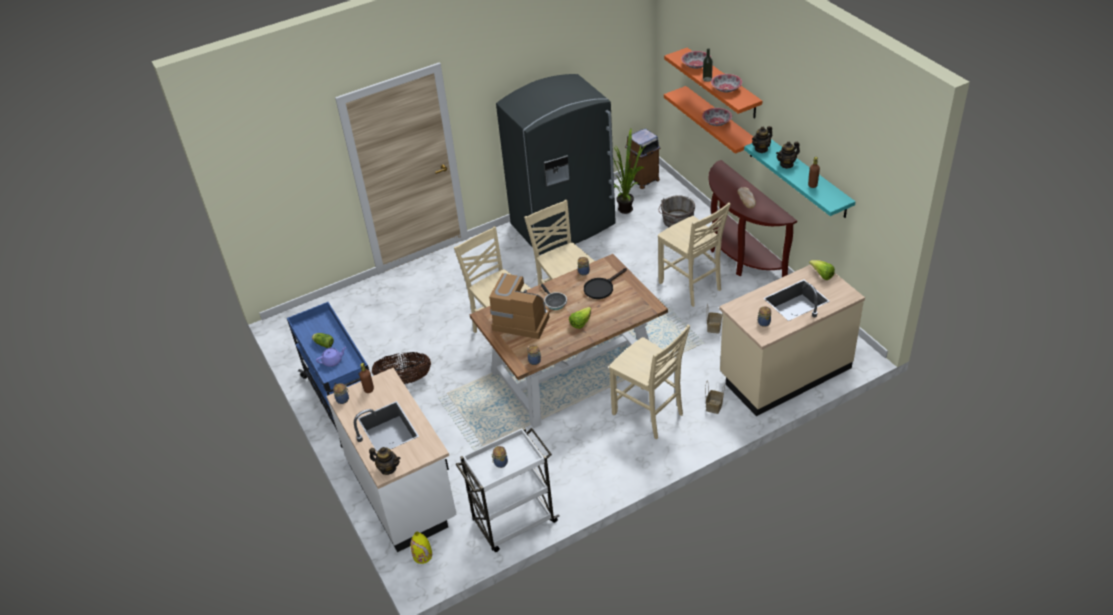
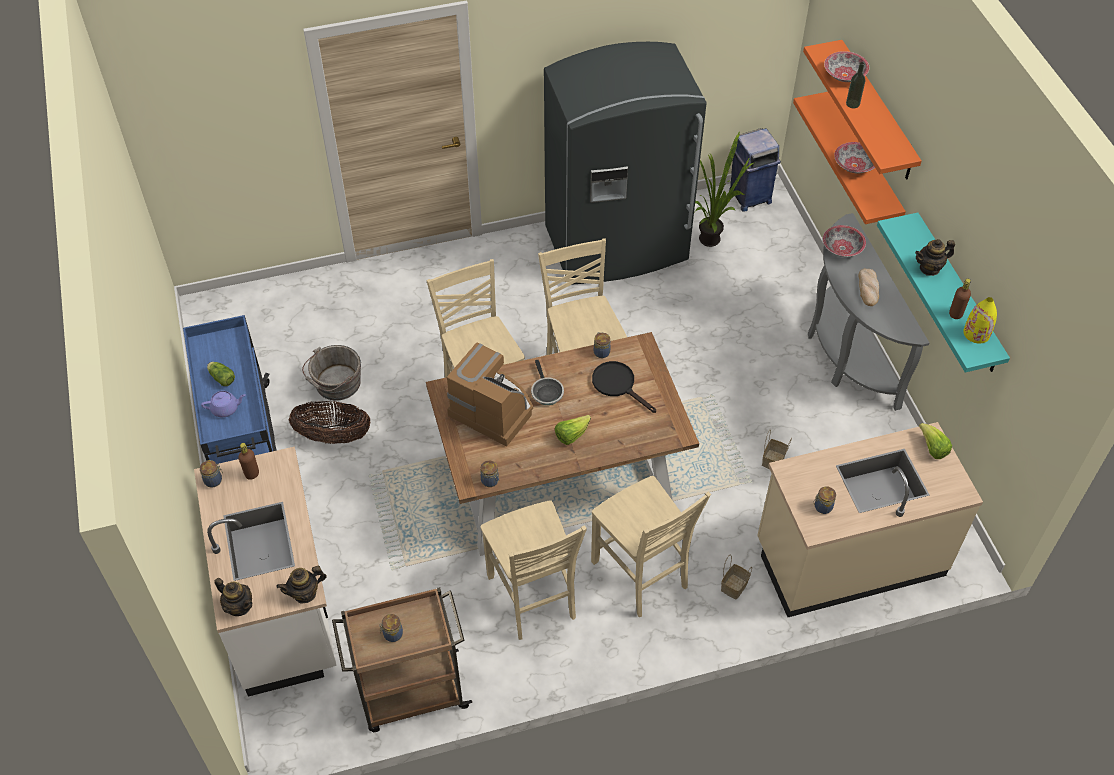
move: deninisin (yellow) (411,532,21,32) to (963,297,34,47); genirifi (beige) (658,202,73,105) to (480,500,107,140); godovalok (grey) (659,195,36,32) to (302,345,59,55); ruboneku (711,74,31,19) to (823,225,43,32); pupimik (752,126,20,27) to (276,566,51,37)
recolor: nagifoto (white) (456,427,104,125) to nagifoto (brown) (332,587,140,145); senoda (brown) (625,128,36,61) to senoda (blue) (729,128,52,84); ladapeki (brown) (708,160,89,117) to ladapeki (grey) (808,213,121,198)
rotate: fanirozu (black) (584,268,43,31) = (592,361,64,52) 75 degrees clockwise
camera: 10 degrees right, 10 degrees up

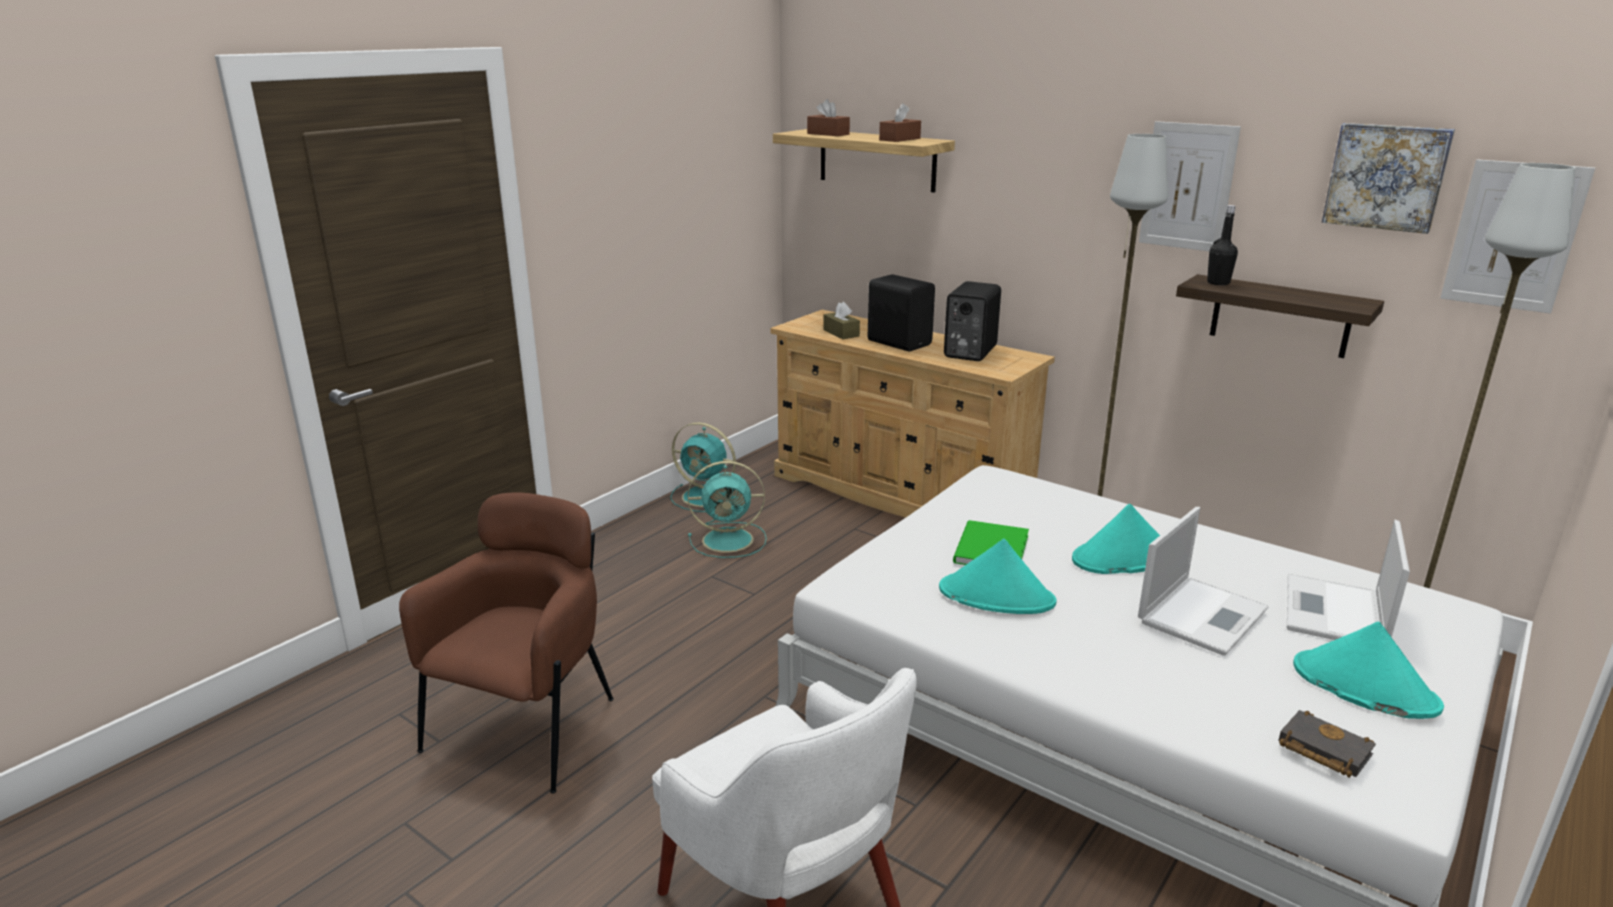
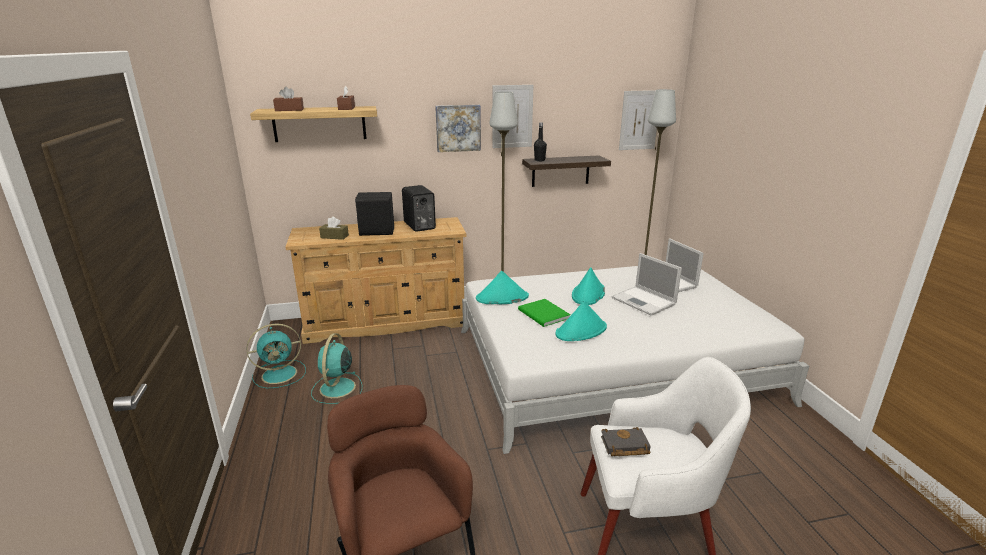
move: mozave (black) (1278,710,98,68) to (601,427,50,29); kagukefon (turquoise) (1293,622,151,97) to (476,271,53,33); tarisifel (1322,123,133,111) to (435,105,46,47)
rotate: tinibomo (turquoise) (688,461,79,97) = (311,333,51,71) 150 degrees clockwise; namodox (1138,507,131,149) = (611,253,71,63) 150 degrees clockwise
camera: 50 degrees left, 0 degrees up

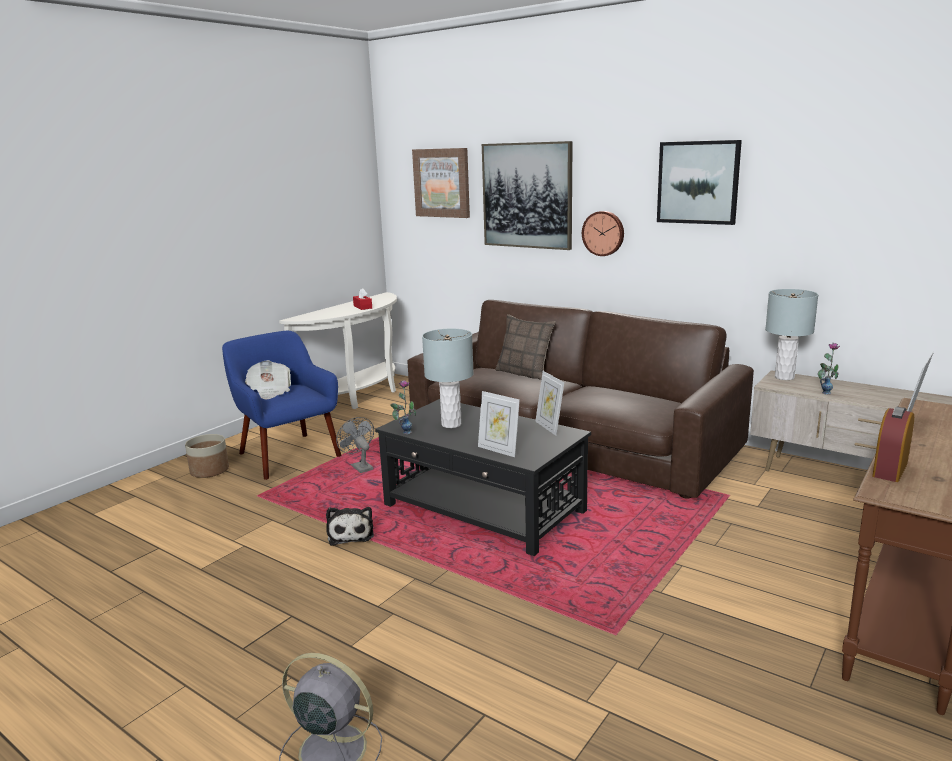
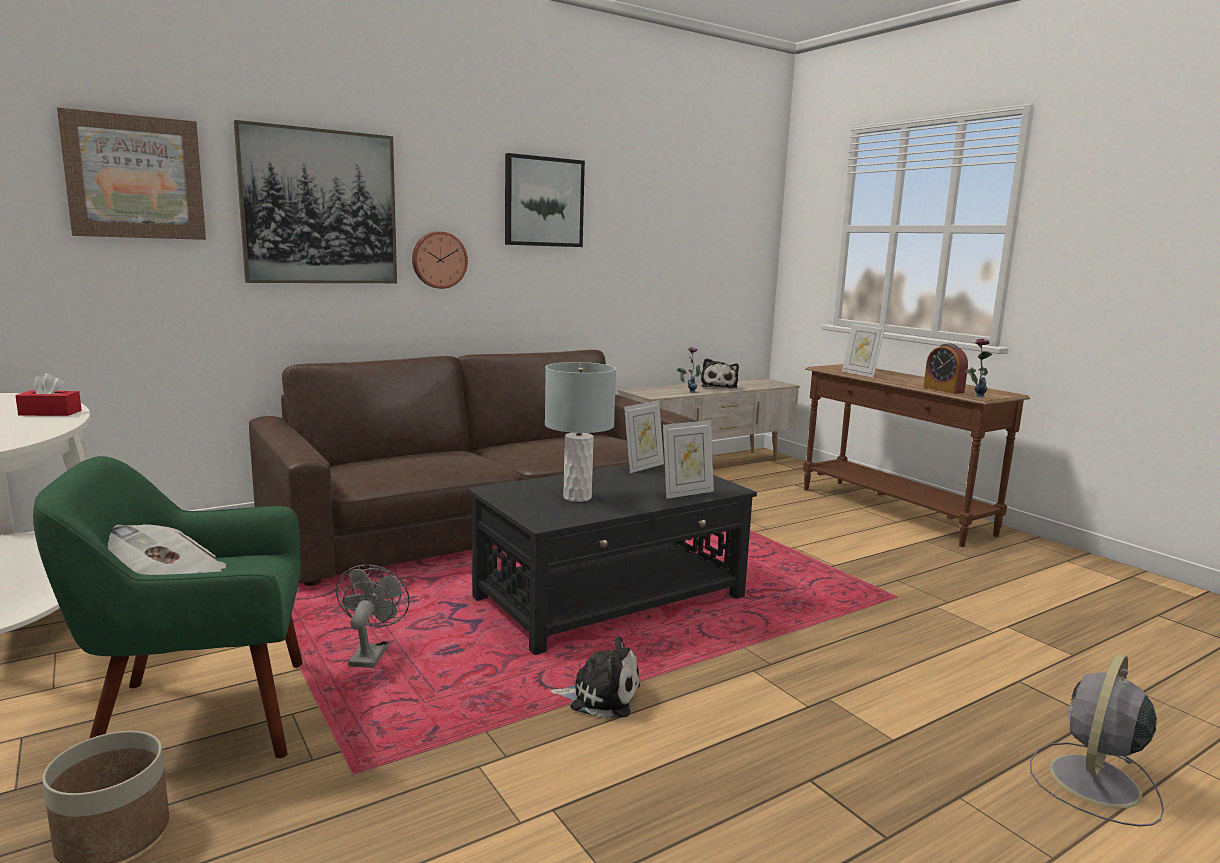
delete: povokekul (495,314,61,66); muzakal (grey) (765,289,53,91)
insert: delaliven (701,358,38,30)
move: deninisin (390,380,26,54) to (965,339,27,58)
recolor: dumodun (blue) (222,331,119,149) to dumodun (green) (33,456,270,302)
rotate: tinibomo (grey) (336,417,38,56) = (336,564,74,104) 105 degrees clockwise; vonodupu (535,371,29,65) = (624,401,40,72) 45 degrees counterclockwise
camera: 70 degrees left, 5 degrees down

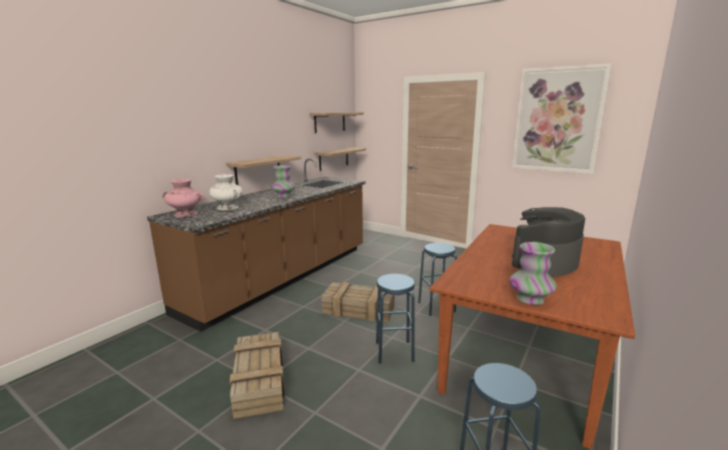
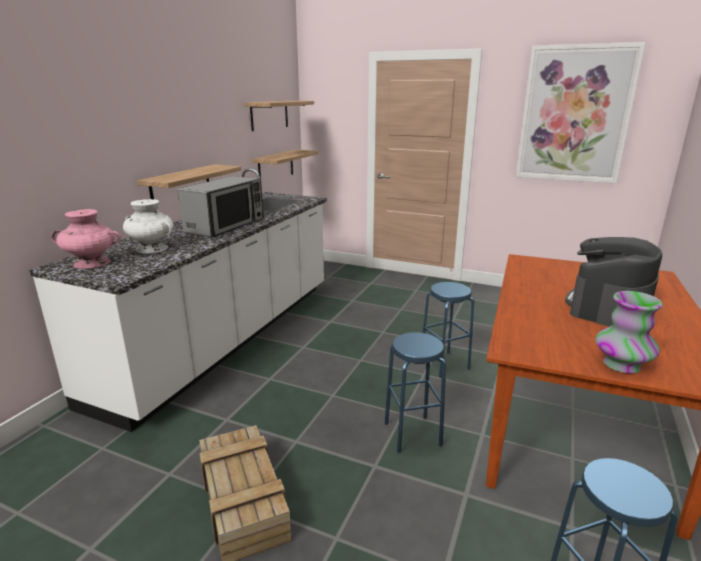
delete: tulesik (321,282,74,40)
replace: deninisin (272,165,23,33) to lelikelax (178,176,86,61)
recolor: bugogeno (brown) (147,158,218,174) to bugogeno (white) (30,168,297,264)
camera: 10 degrees left, 5 degrees up

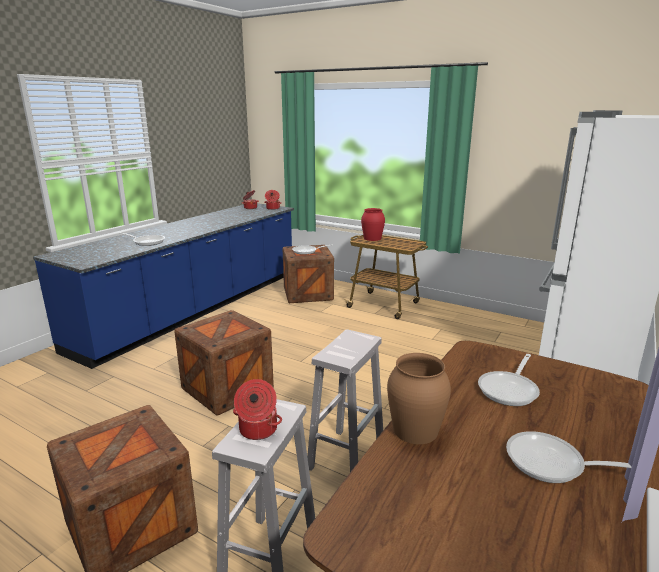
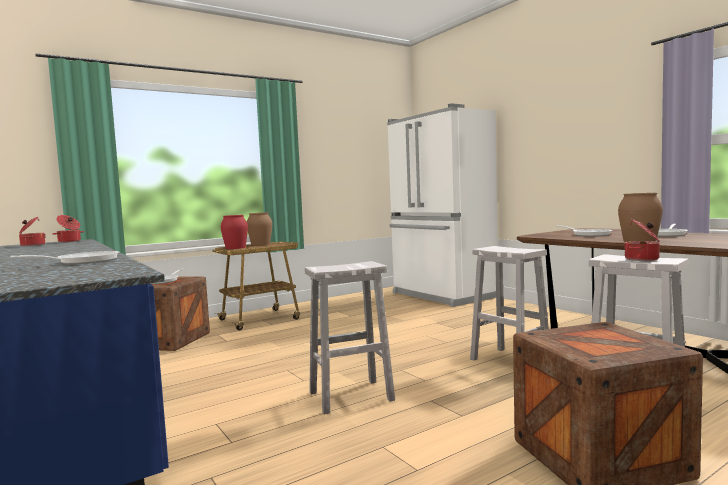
insert: deninisin (brown) (247,213,25,32)
replace: tulesik (174,310,100,105) to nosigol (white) (305,261,90,153)
camera: 65 degrees left, 15 degrees down

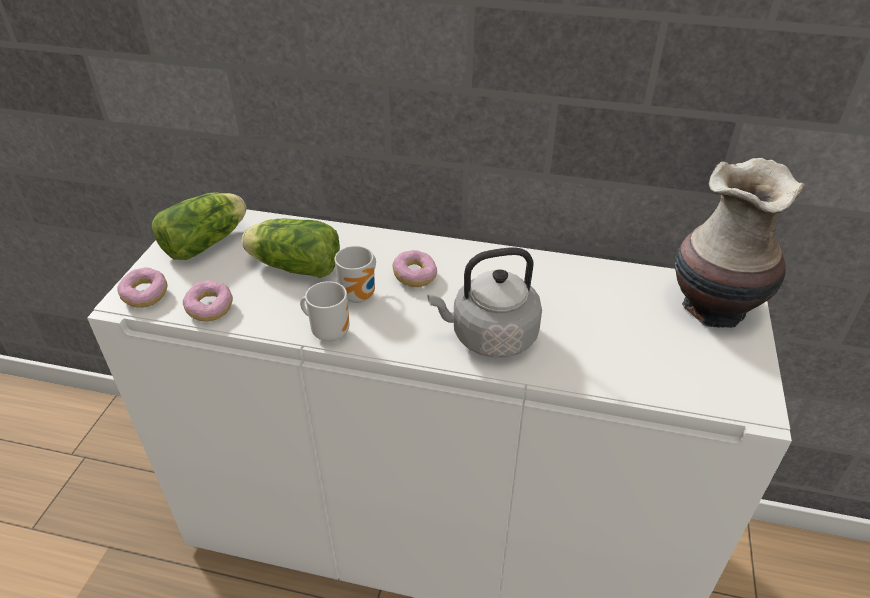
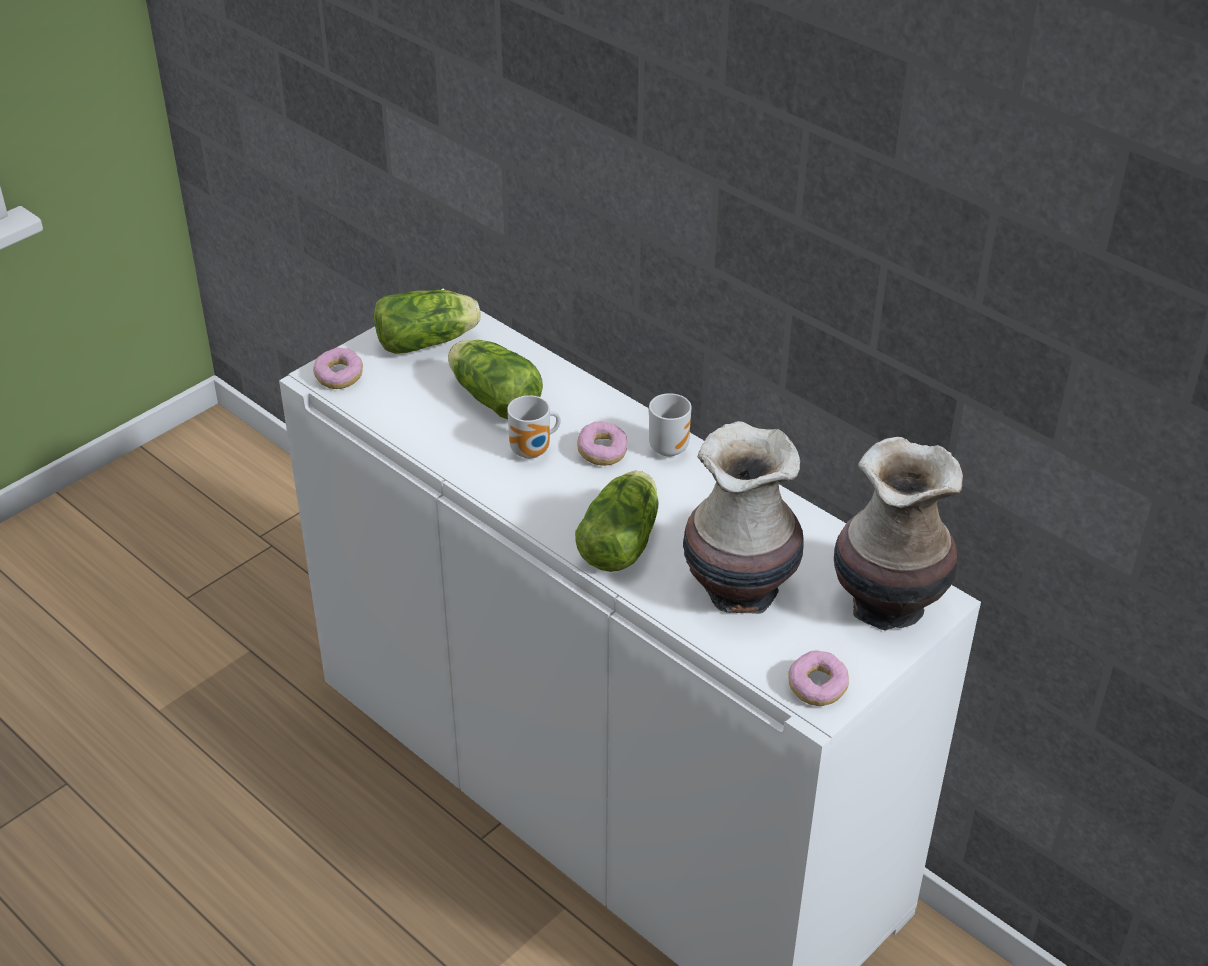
insert: deninisin (683,421,120,193)
move: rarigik (183,280,50,42) to (788,650,61,56); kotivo (300,281,49,61) to (648,393,43,64)
replace: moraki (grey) (427,247,115,111) to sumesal (575,471,84,101)
camera: 30 degrees right, 0 degrees up

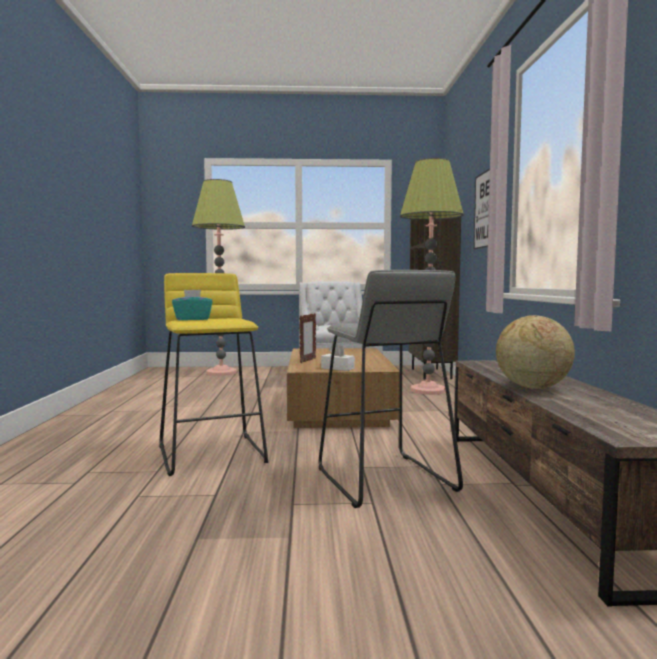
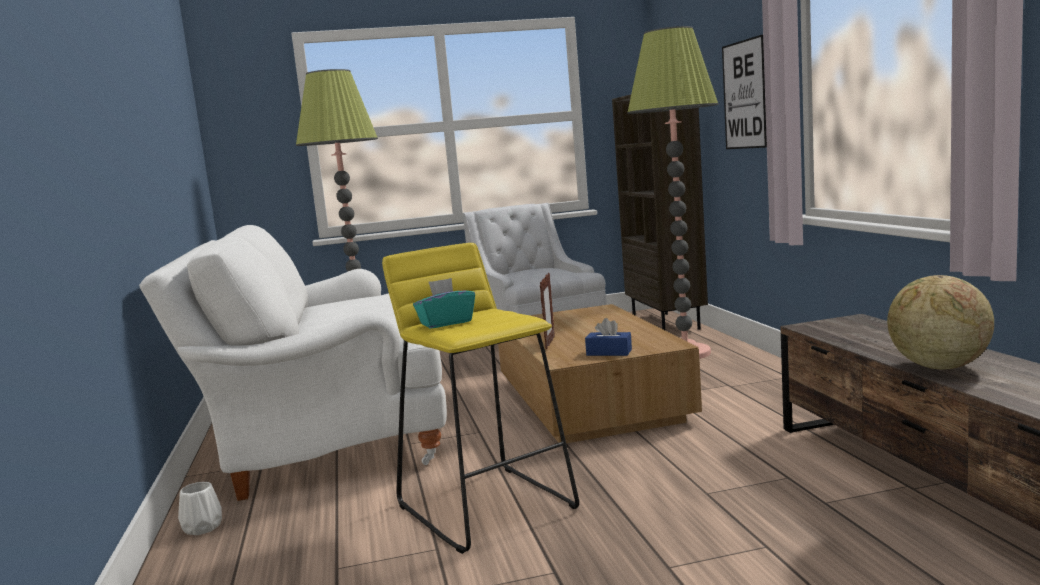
delete: nosigol (grey) (319,270,144,238)
insert: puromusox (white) (139,225,308,276); deninisin (white) (178,482,44,53)
recolor: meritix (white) (321,343,34,28) to meritix (blue) (585,318,47,38)
camera: 10 degrees left, 5 degrees up

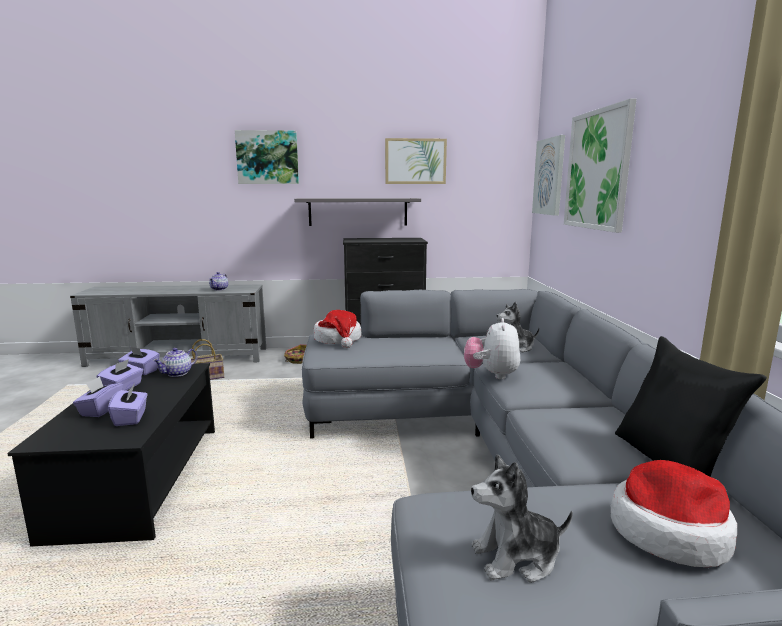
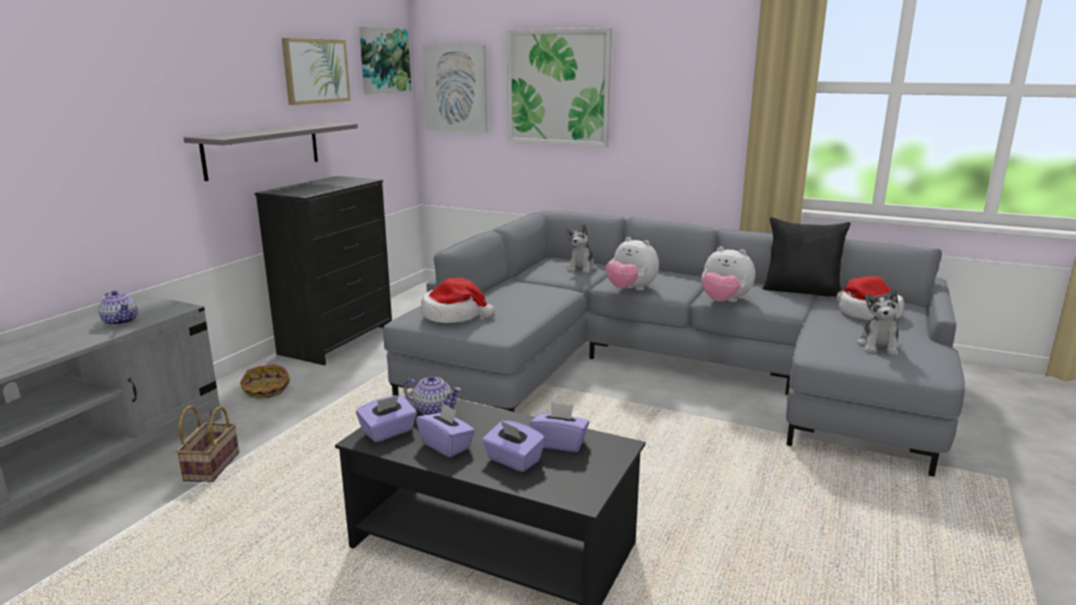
insert: delaliven (701,246,54,56)
move: tarisifel (235,130,64,54) to (359,26,52,68)
rotate: pupimik (153,348,44,29) = (404,375,57,40) 45 degrees counterclockwise
camera: 60 degrees left, 5 degrees up

